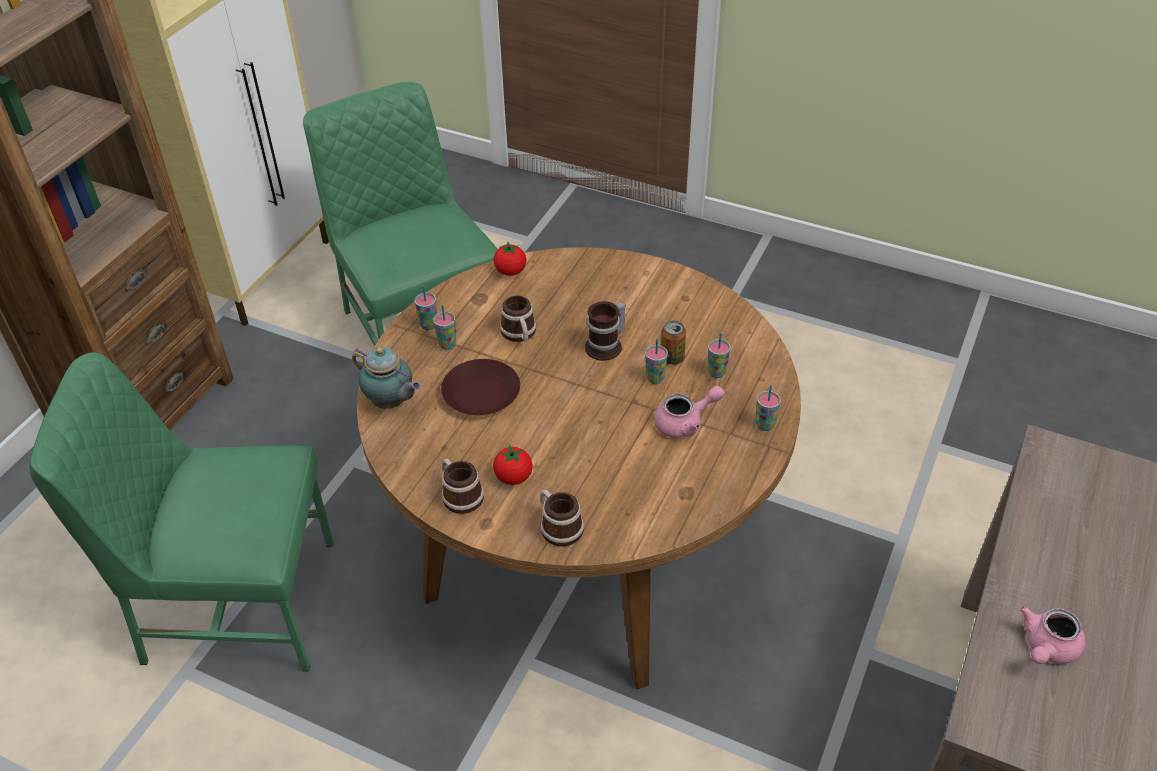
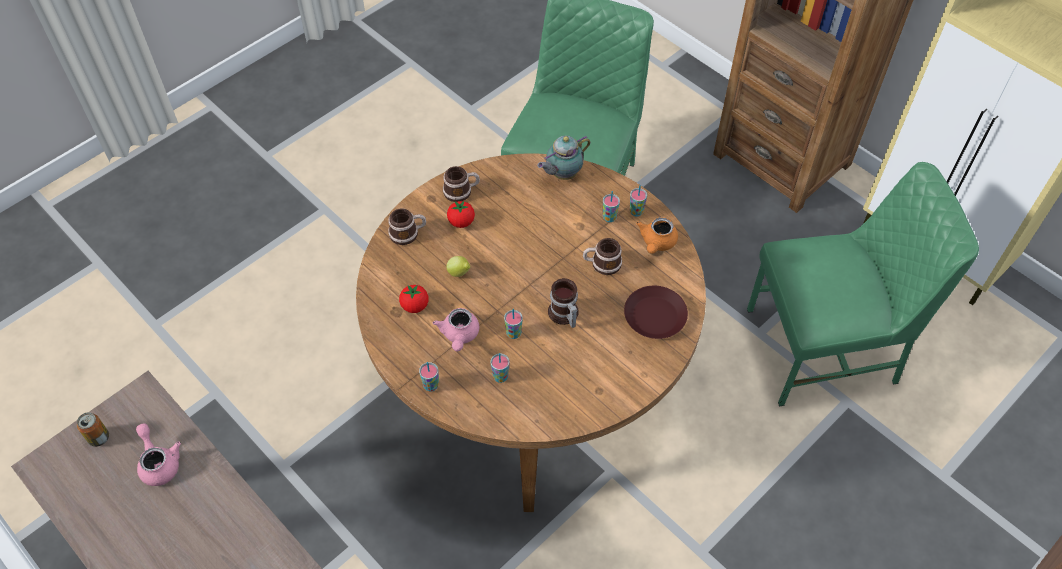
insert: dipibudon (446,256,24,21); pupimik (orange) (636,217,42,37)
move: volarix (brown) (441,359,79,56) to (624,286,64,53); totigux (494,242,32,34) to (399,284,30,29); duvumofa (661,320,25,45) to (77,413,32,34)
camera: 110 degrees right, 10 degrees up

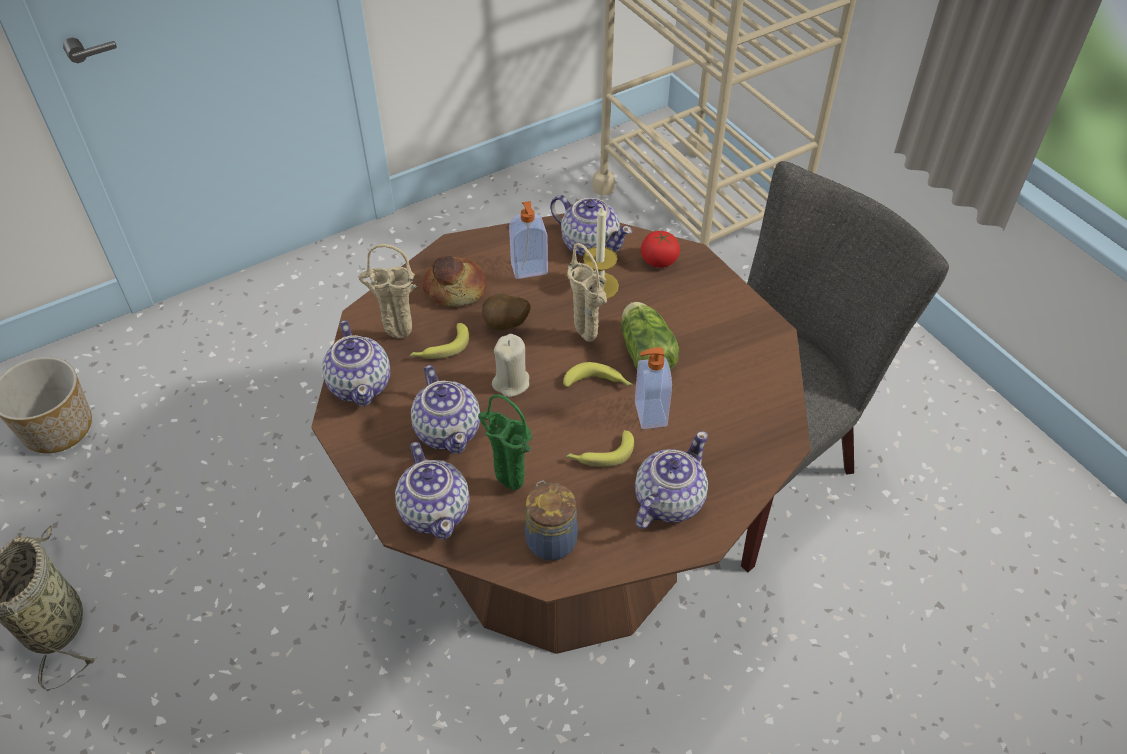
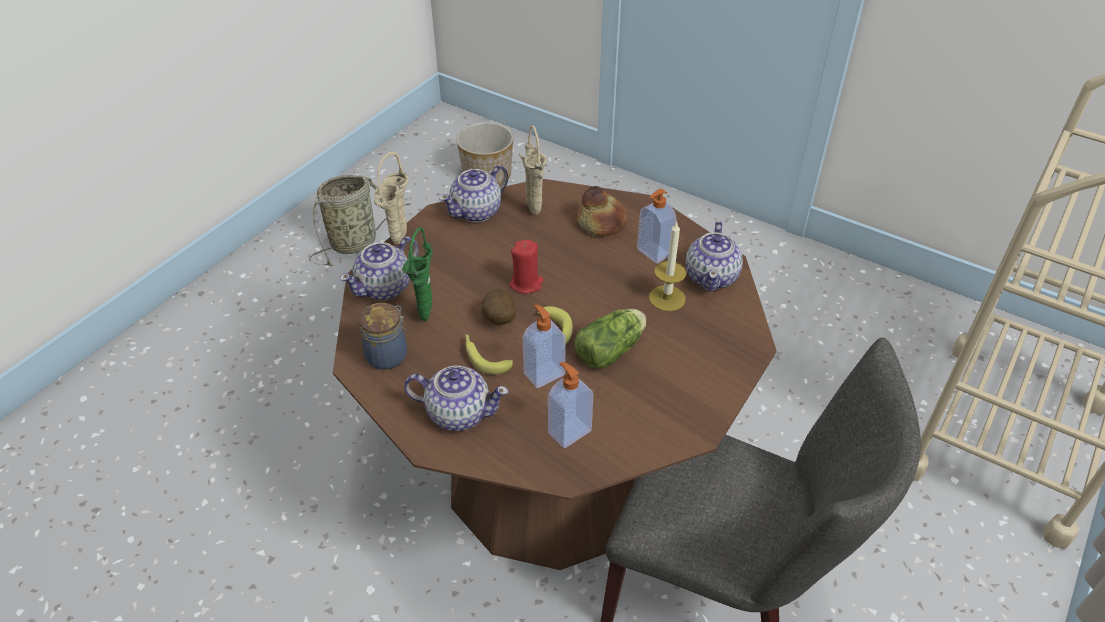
delete: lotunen (410,323,59,36); pupimik (411,365,69,89); totigux (641,231,39,37)
insert: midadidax (548,362,45,86)
move: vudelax (482,294,48,36) to (481,289,35,36); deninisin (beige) (567,243,40,99) to (374,152,35,92)
recolor: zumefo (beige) (492,334,37,63) to zumefo (red) (510,240,34,54)
camera: 65 degrees right, 5 degrees down

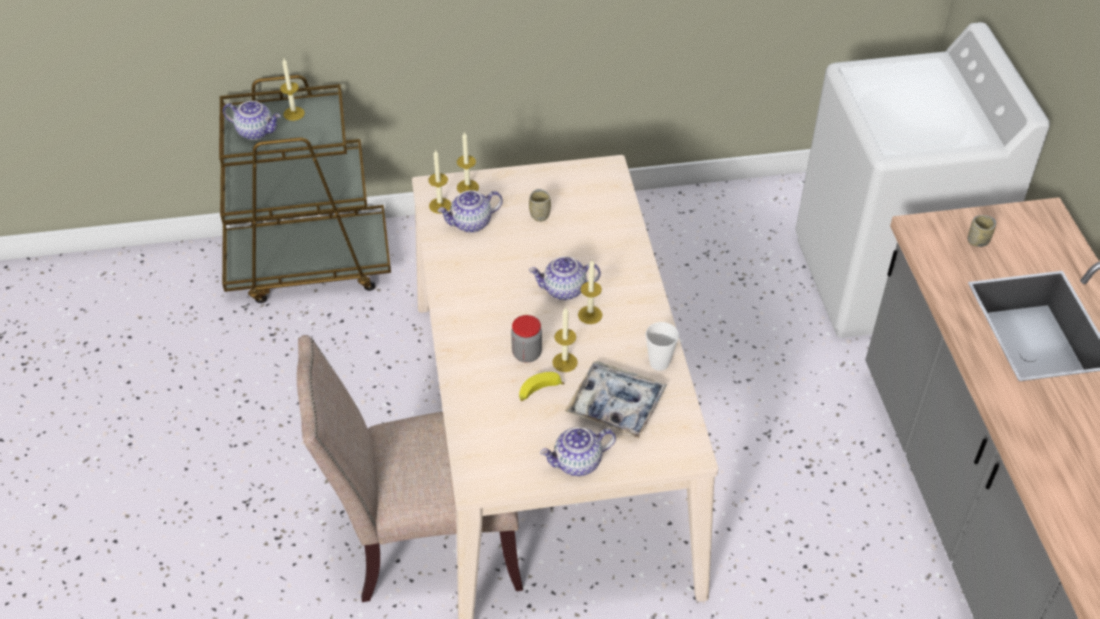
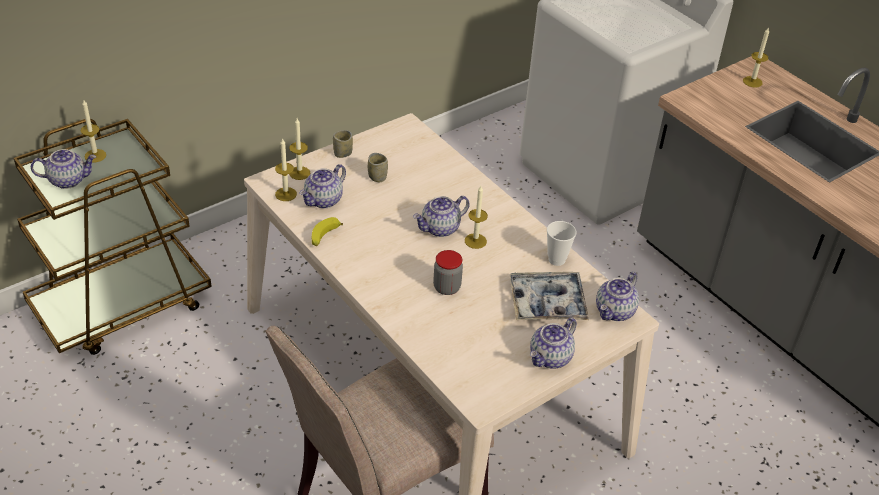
insert: pupimik (596,272,43,49)
move: lotunen (519,372,45,29) to (312,217,31,29); zumefo (552,307,26,65) to (743,27,26,61); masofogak (968,215,28,32) to (333,130,20,28)
camera: 30 degrees left, 5 degrees down

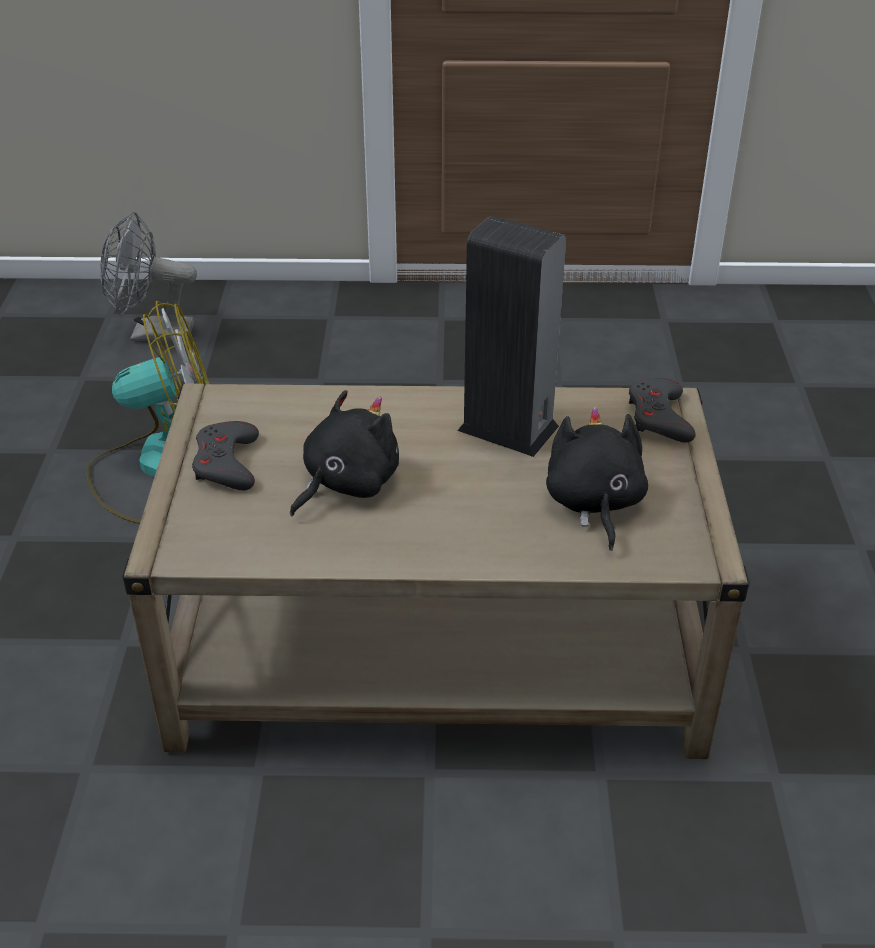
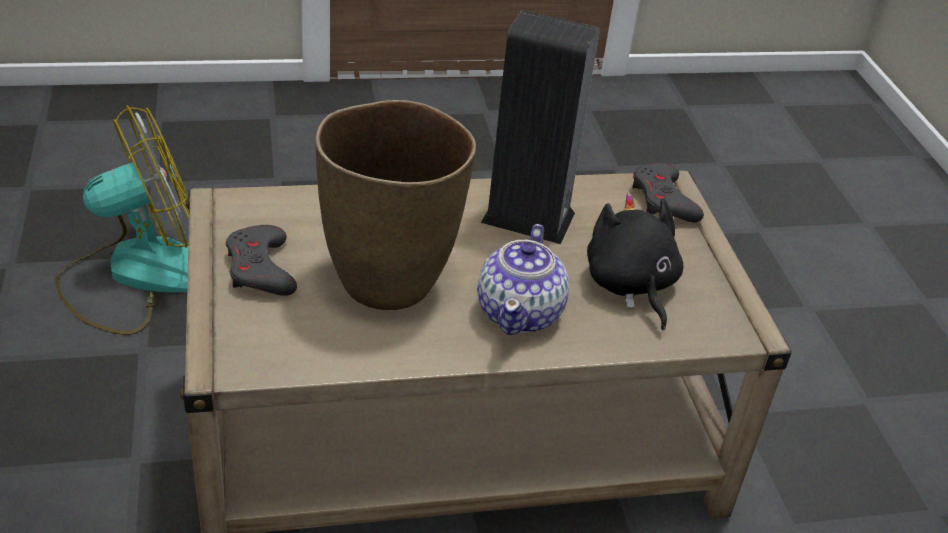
delete: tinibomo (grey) (100,212,97,130)
insert: pupimik (477,224,92,111)
replace: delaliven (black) (290,390,109,127) to deninisin (brown) (316,100,160,210)
camera: 15 degrees left, 0 degrees up

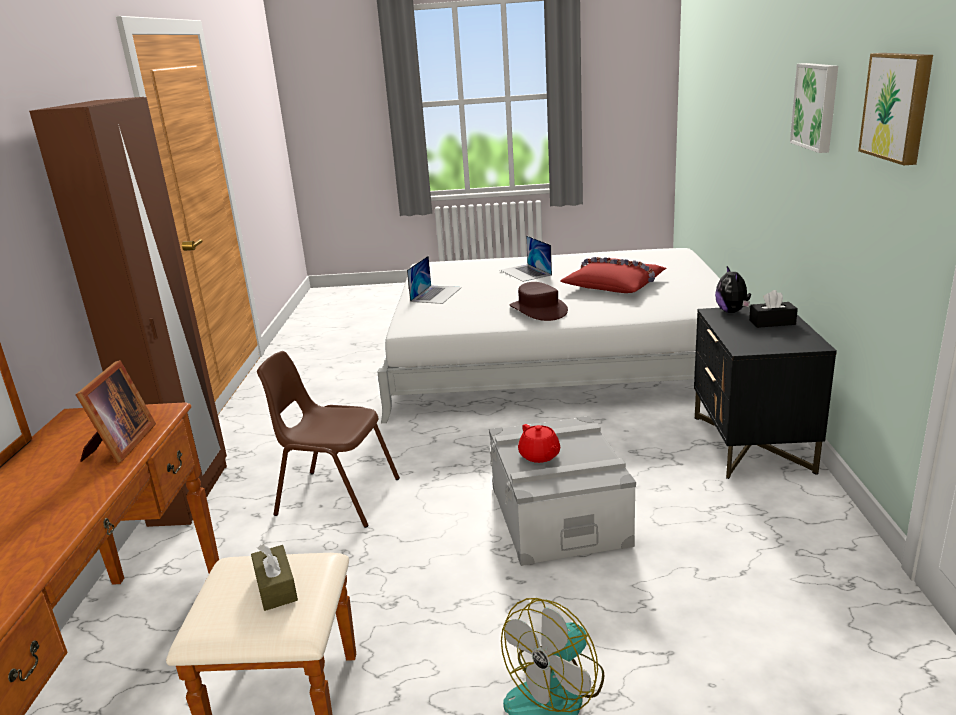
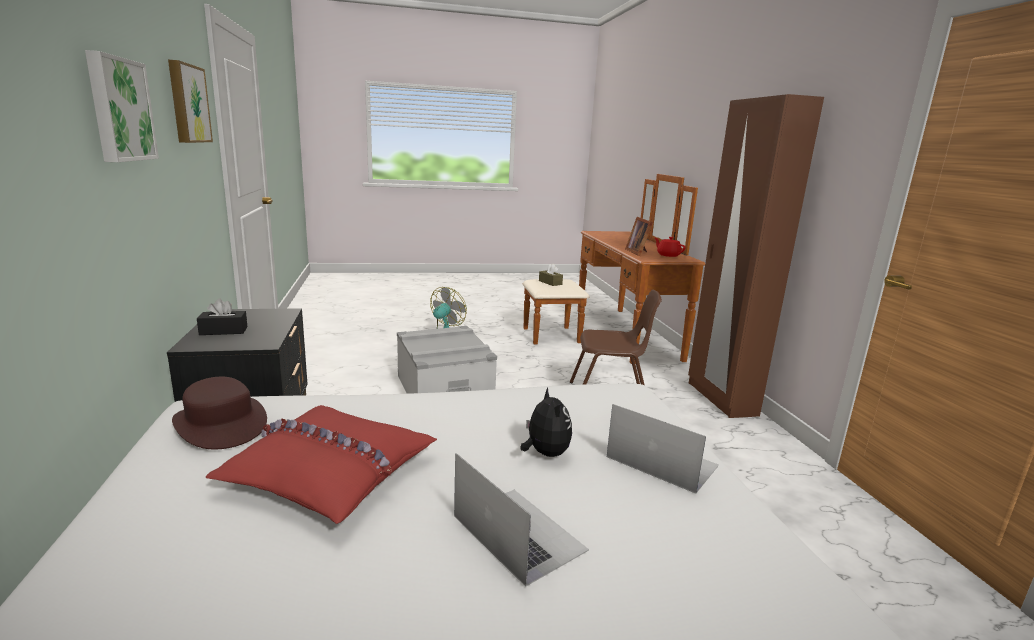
move: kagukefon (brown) (509,282,59,39) to (172,377,95,72); pupimik (red) (518,424,42,39) to (655,237,30,20); delaliven (715,266,36,47) to (521,388,51,69)
rotate: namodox (407,256,55,48) = (607,404,112,90) 120 degrees clockwise
camera: 165 degrees right, 5 degrees down

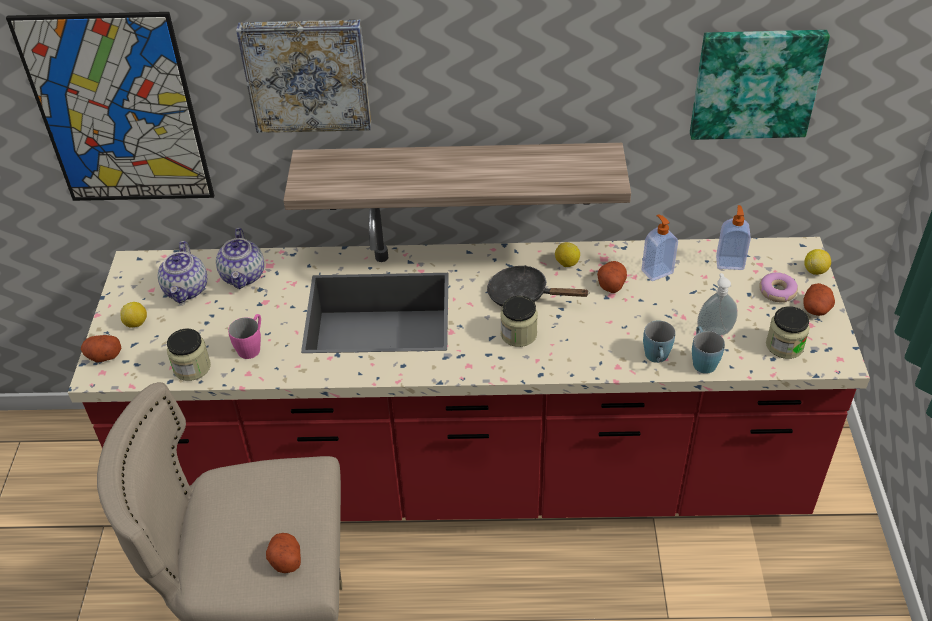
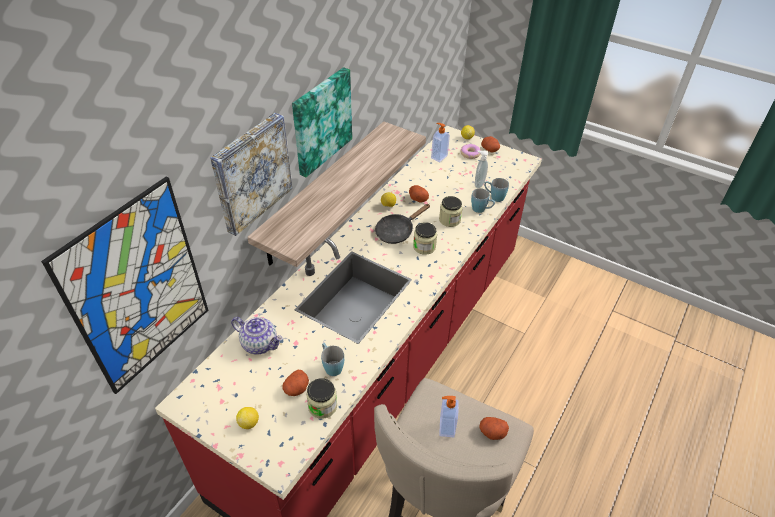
delete: pupimik (158,241,49,62)
move: vudelax (81,335,41,27) to (283,370,26,26); midadidax (641,214,37,67) to (439,396,20,41); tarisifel (690,30,140,110) to (292,67,60,110); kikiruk (766,306,44,53) to (439,196,24,31)
recolor: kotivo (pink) (228,314,33,45) to kotivo (blue) (321,343,23,33)
camera: 60 degrees left, 0 degrees up

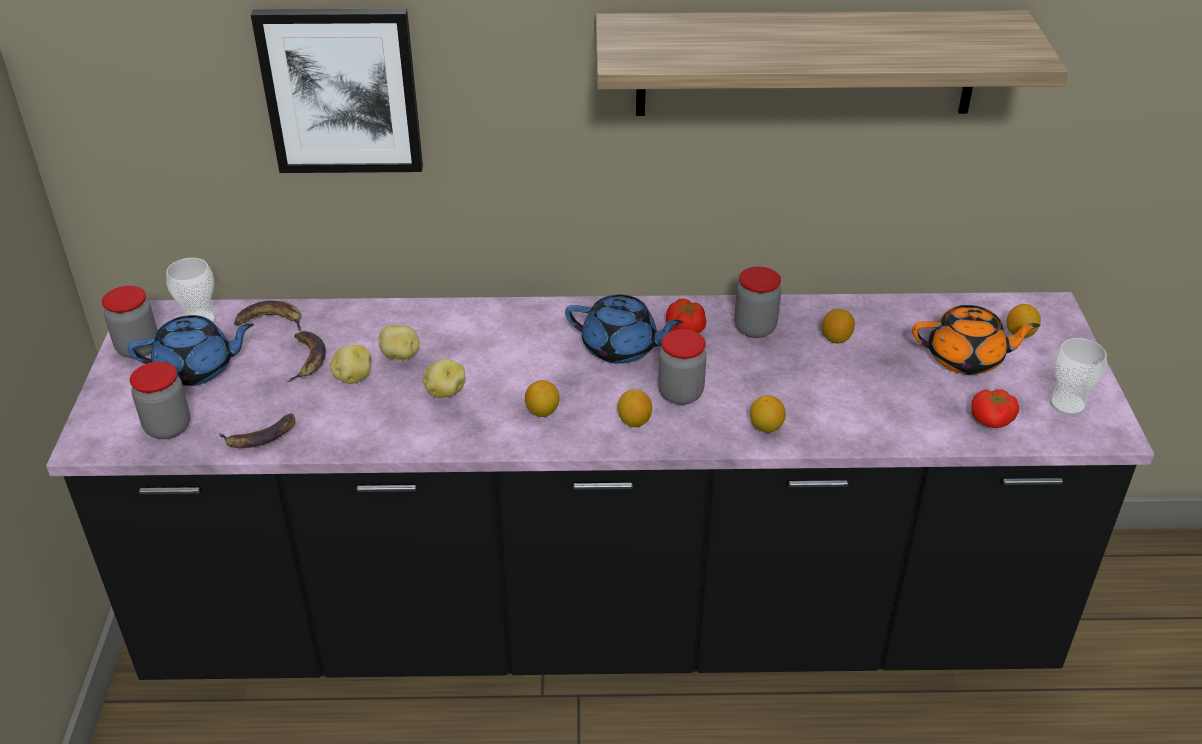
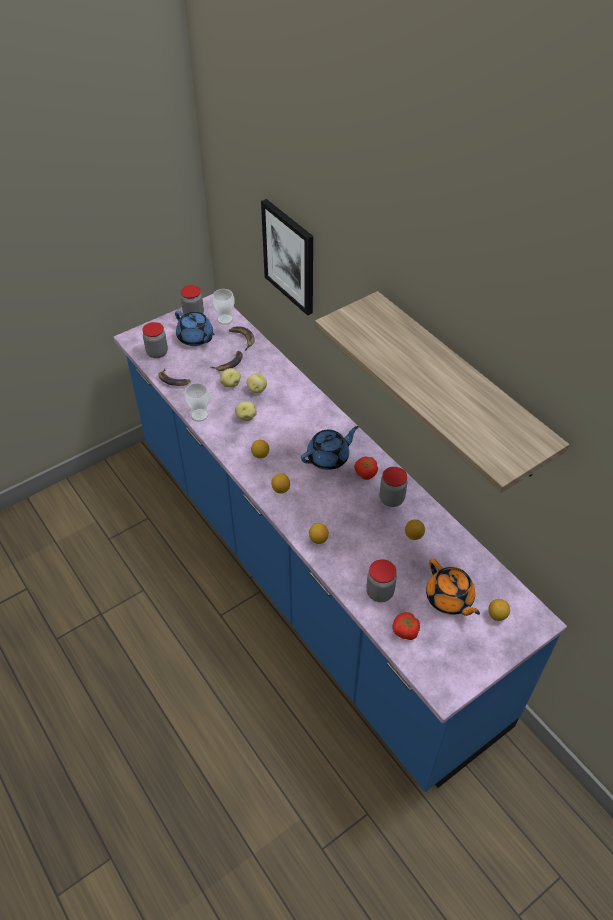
move: kikiruk (658,329,49,76) to (366,559,31,43); masofogak (1050,338,57,77) to (184,383,26,39)
recolor: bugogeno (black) (46,292,1108,388) to bugogeno (blue) (114,294,453,498)
rotate: pupimik (blue) (565,294,118,70) = (301,426,58,44) 105 degrees counterclockwise
camera: 55 degrees right, 10 degrees up

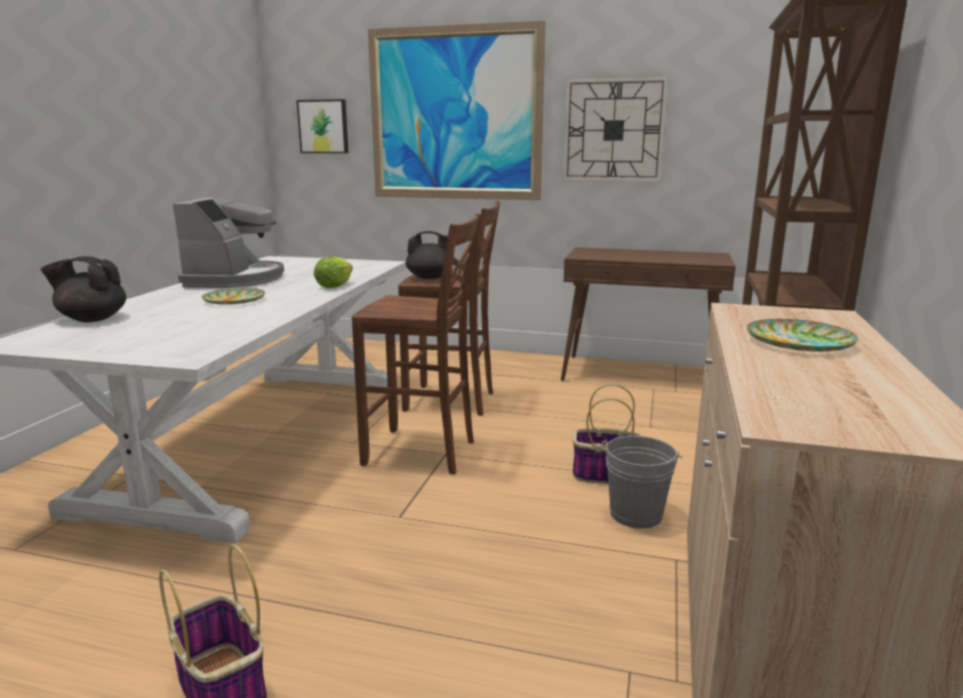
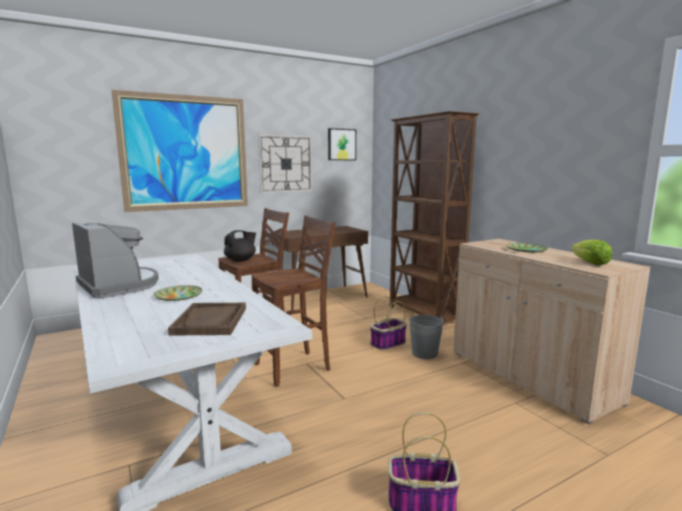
delete: pupimik (black) (41,256,85,66)
insert: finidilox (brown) (168,303,78,33)
move: tarisifel (297,99,51,54) to (328,128,28,32); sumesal (314,257,39,31) to (571,239,41,26)
camera: 45 degrees left, 5 degrees down

